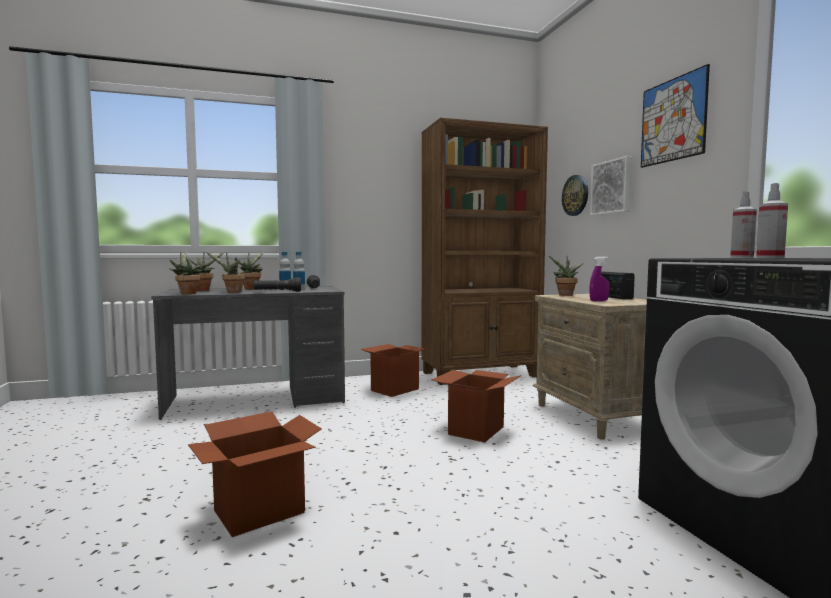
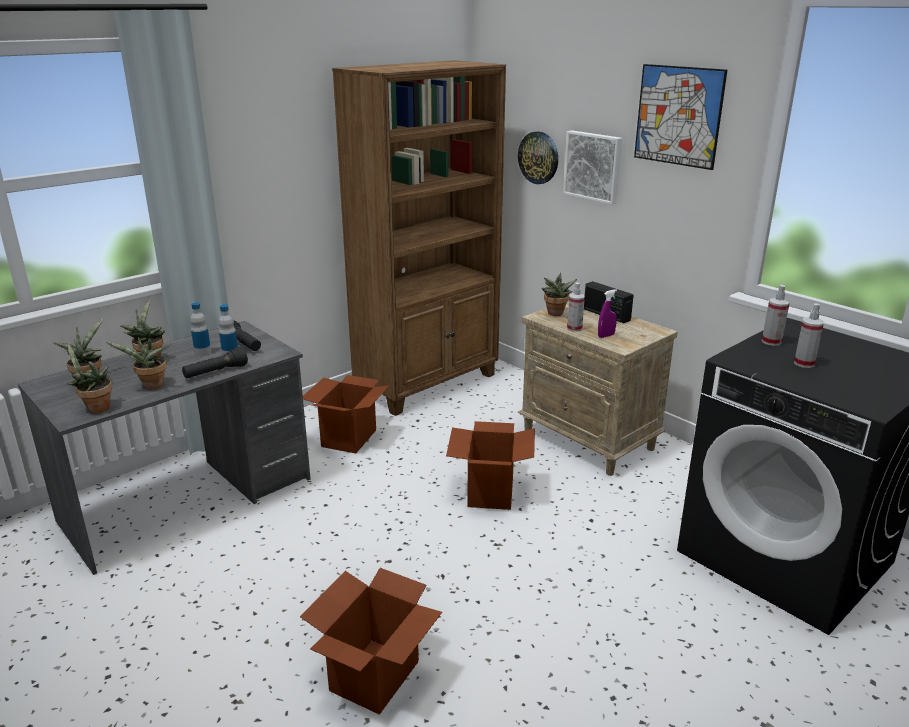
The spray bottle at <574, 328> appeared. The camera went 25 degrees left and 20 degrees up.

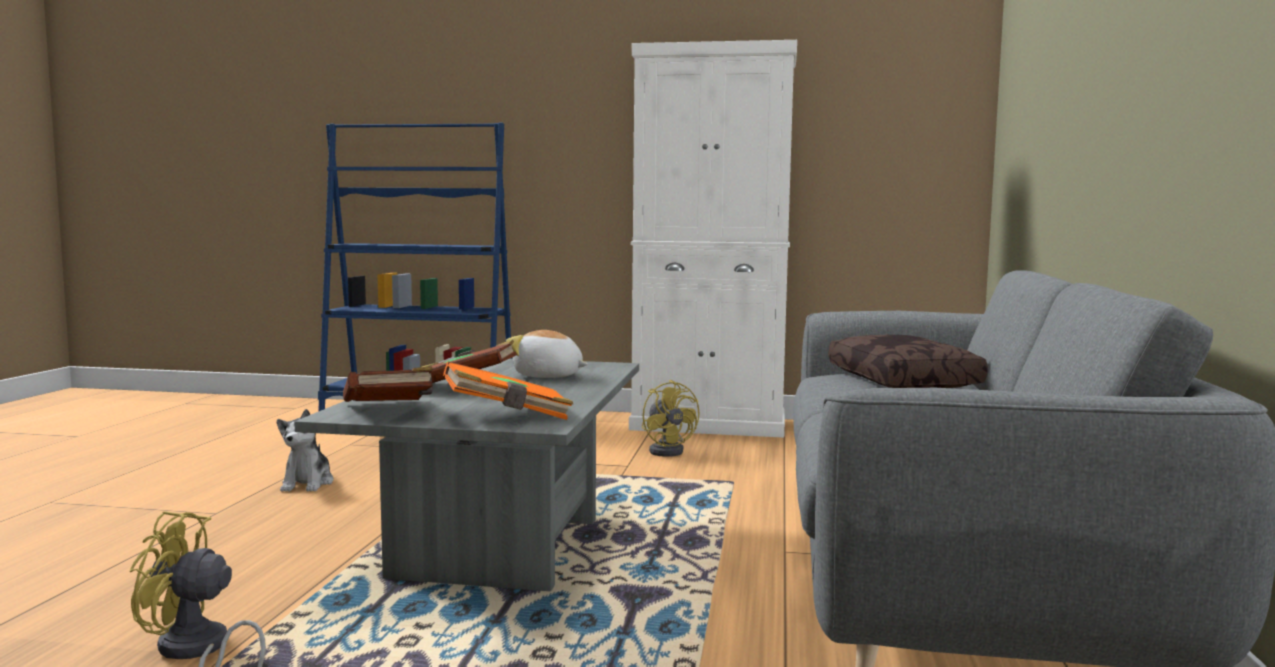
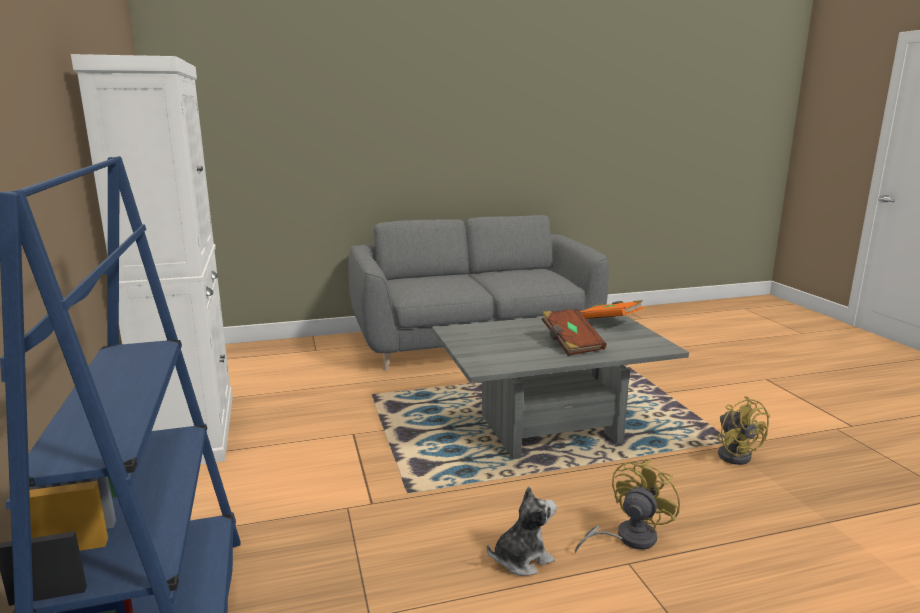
The plush toy at <548, 376> disappeared. The brown pillow at <904, 381> disappeared. The brown book at <390, 411> disappeared. The yellow fan moved from <669, 450> to <627, 538>. The camera went 115 degrees left and 10 degrees up.

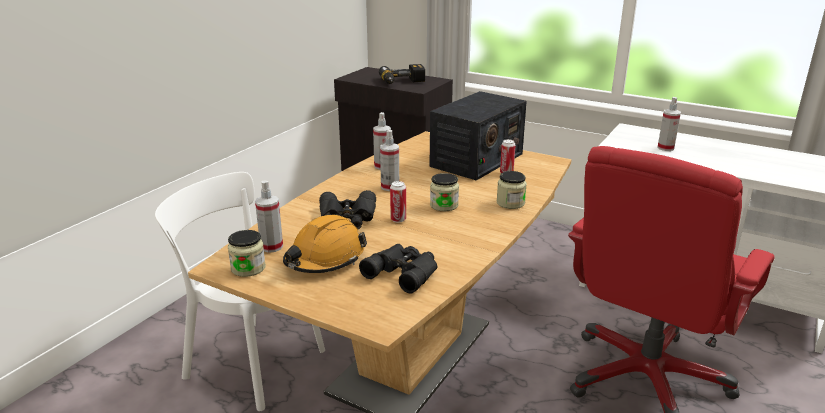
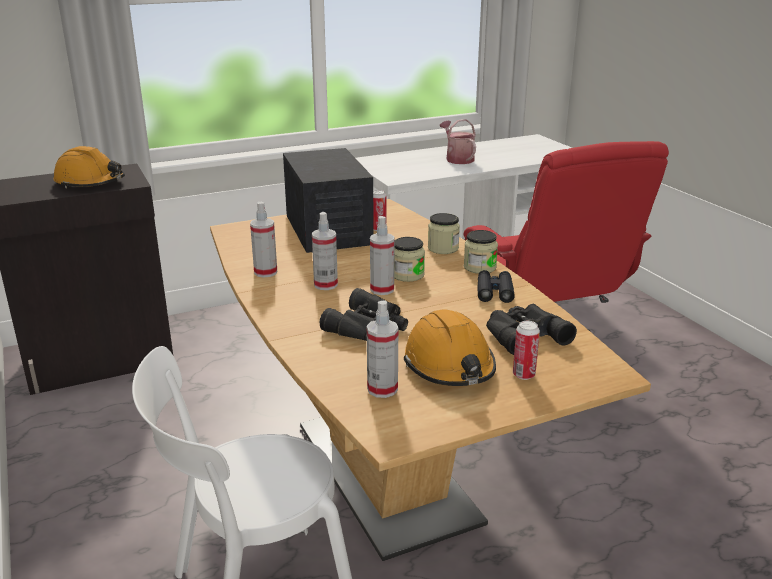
The power drill at <403, 82> was replaced by the orange hard hat at <90, 183>. The spray bottle moved from <665, 148> to <382, 289>. The can moved from <398, 219> to <523, 375>. The jar moved from <248, 268> to <479, 267>. The watering can at <457, 159> appeared. The black binoculars at <494, 292> appeared. The camera went 55 degrees left and 0 degrees up.

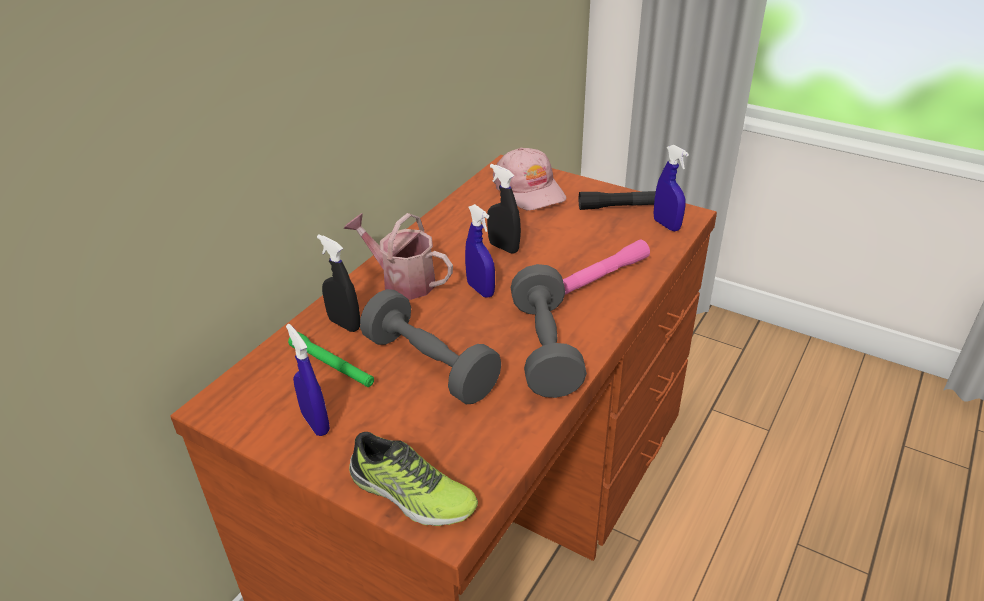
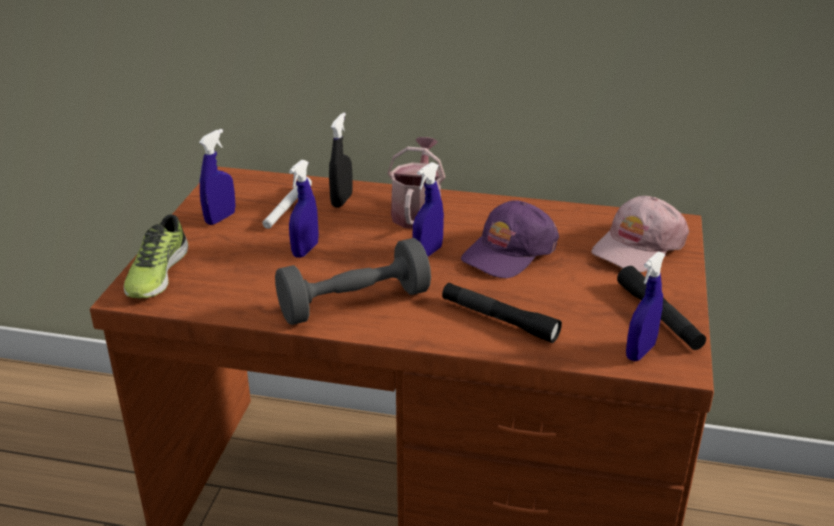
The black spray bottle at <503, 247> was replaced by the purple cap at <509, 251>. The pink flashlight at <603, 275> became the black flashlight at <499, 320>. The grey dumbbell at <430, 366> was replaced by the blue spray bottle at <305, 250>. The green flashlight at <332, 366> became the white flashlight at <287, 208>. The camera went 70 degrees right and 5 degrees down.

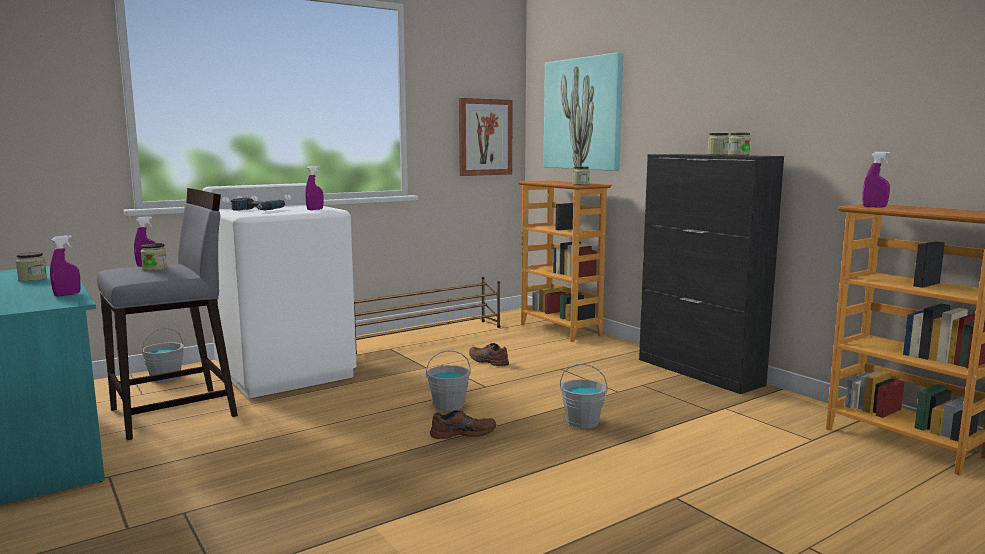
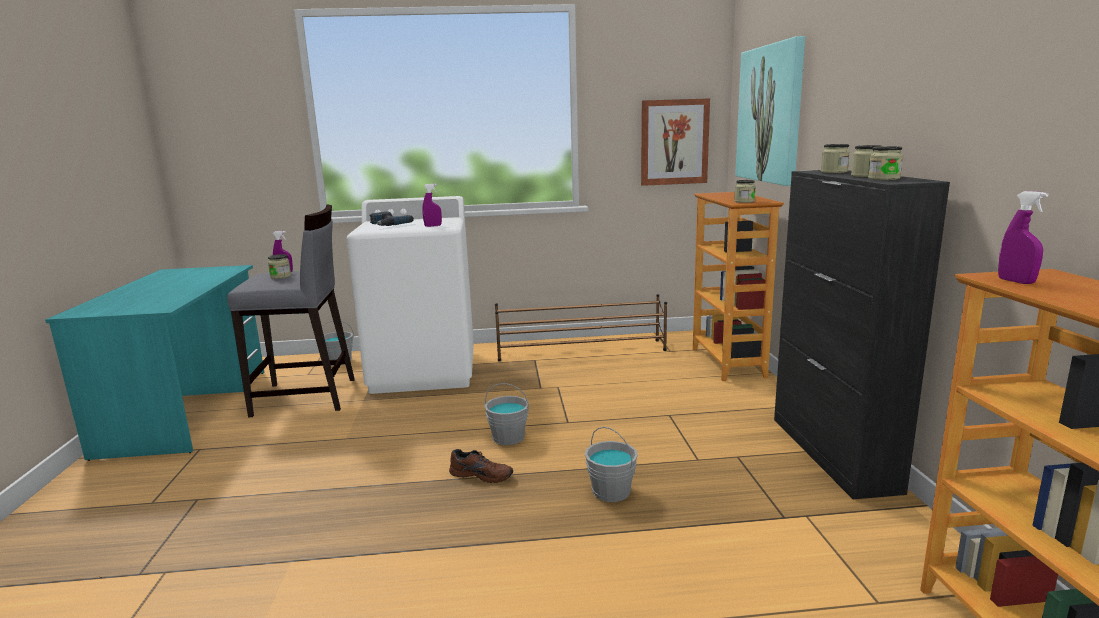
The purple spray bottle at <67, 295> disappeared. The jar moved from <32, 279> to <834, 172>. The brown shoe at <487, 361> disappeared. The camera went 30 degrees right and 5 degrees up.

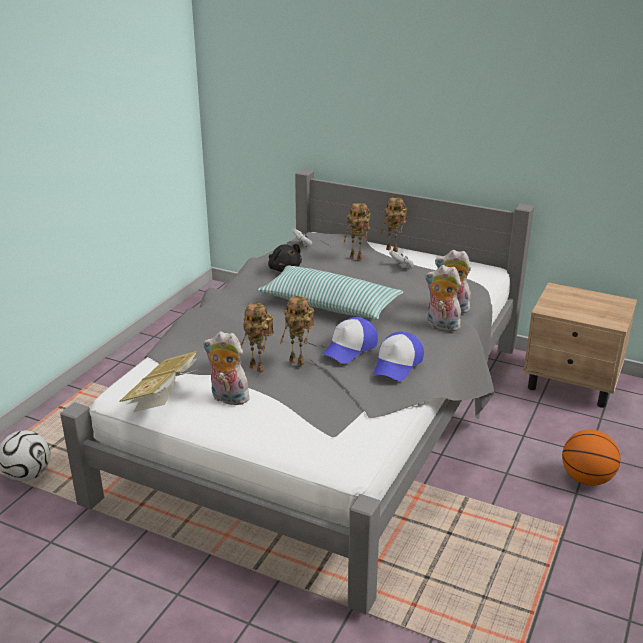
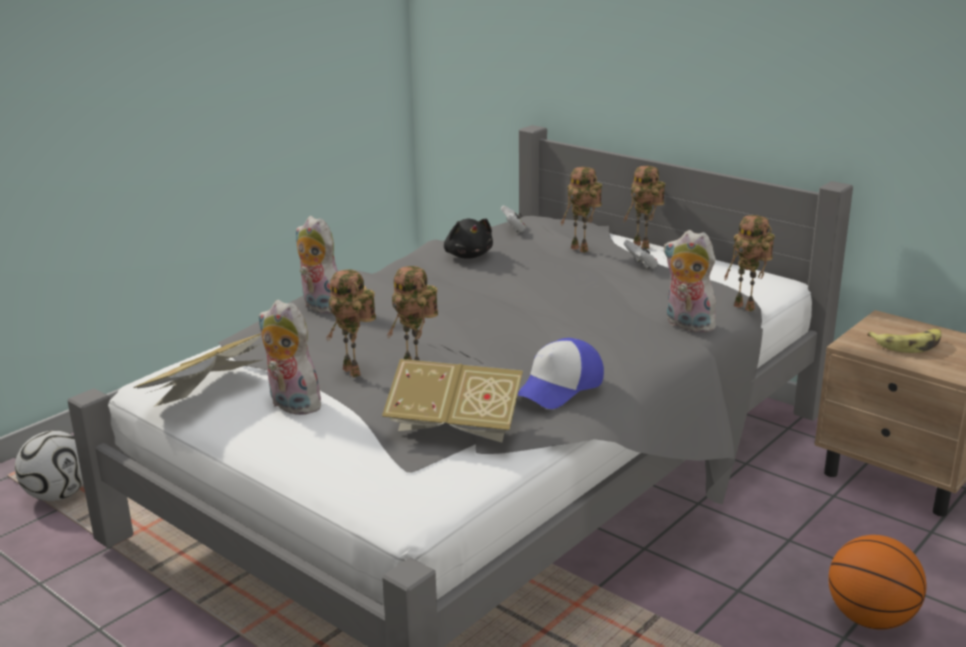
The pillow at <329, 304> disappeared. The plush toy moved from <441, 326> to <319, 306>. The cap at <350, 348> disappeared. The toy robot at <747, 307> appeared. The banana at <908, 345> appeared. The book at <455, 425> appeared. The camera went 15 degrees right and 5 degrees down.

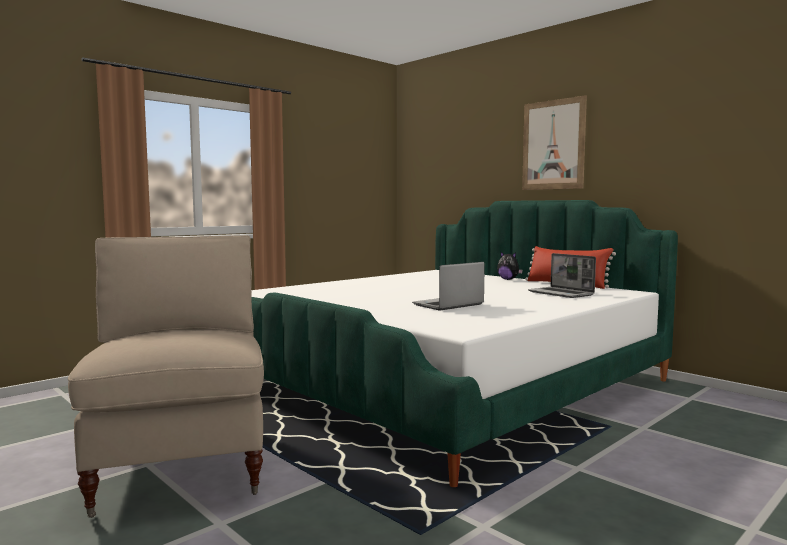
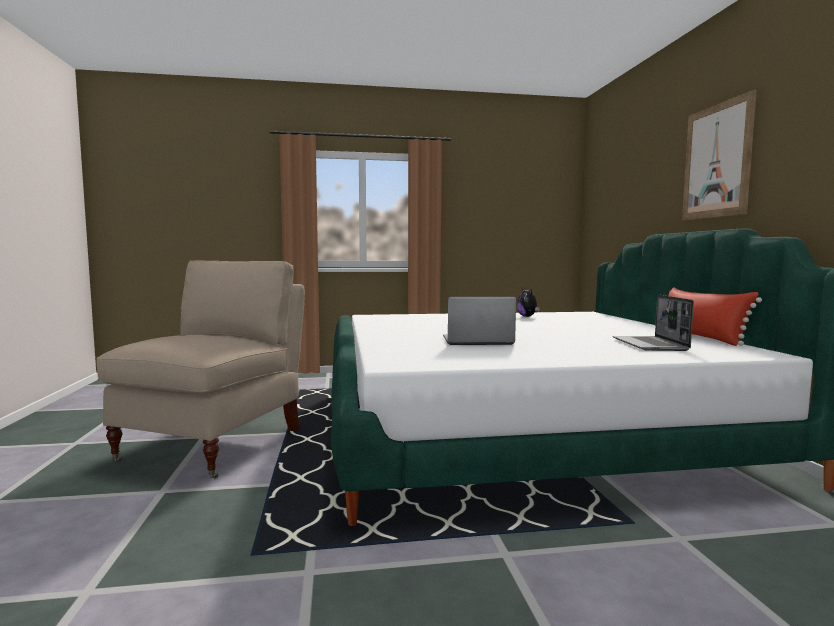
The plush toy moved from <508, 279> to <527, 316>. The camera went 35 degrees right and 0 degrees up.

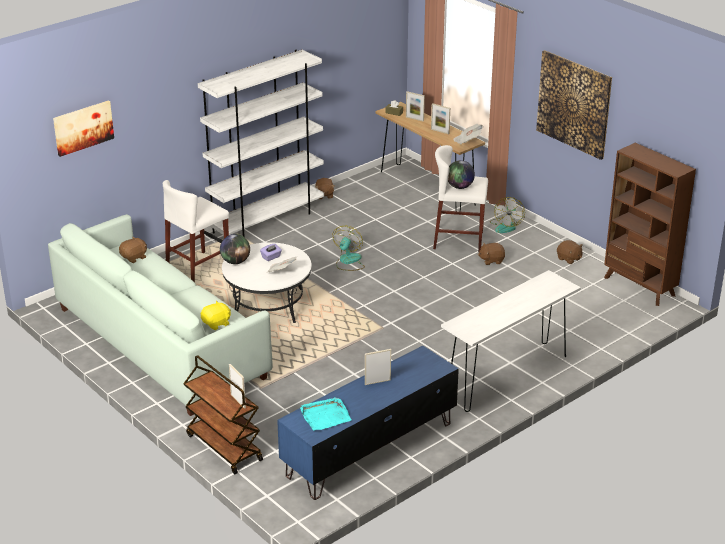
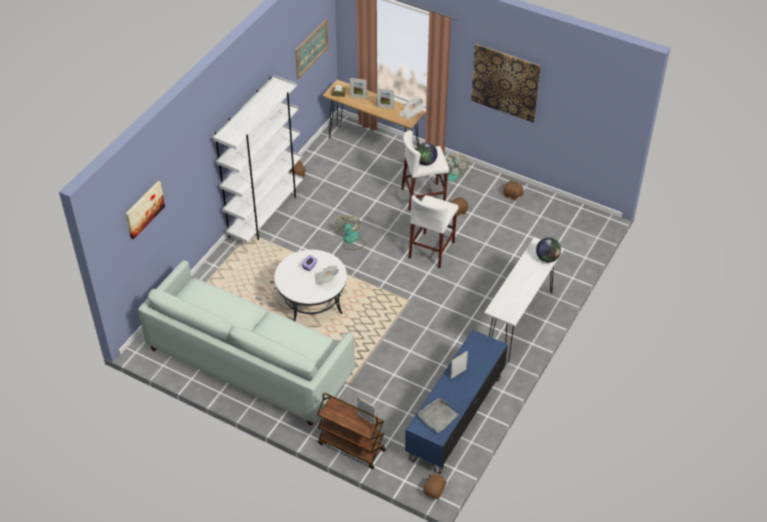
The brown bookcase at <639, 287> disappeared. The white stool moved from <198, 268> to <431, 250>. The globe moved from <235, 262> to <547, 258>. The brown plush toy moved from <134, 257> to <434, 491>. The yellow plush toy at <216, 324> disappeared. The turquoise tray at <325, 416> became the grey tray at <437, 416>. The picture at <311, 48> appeared. The camera went 20 degrees left and 15 degrees up.

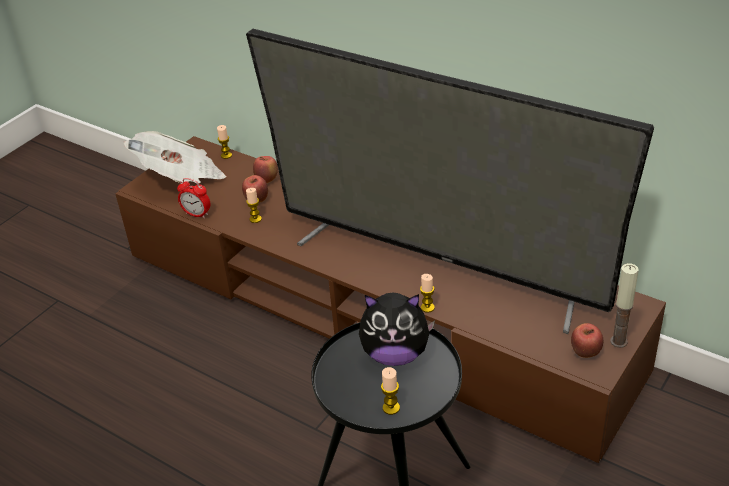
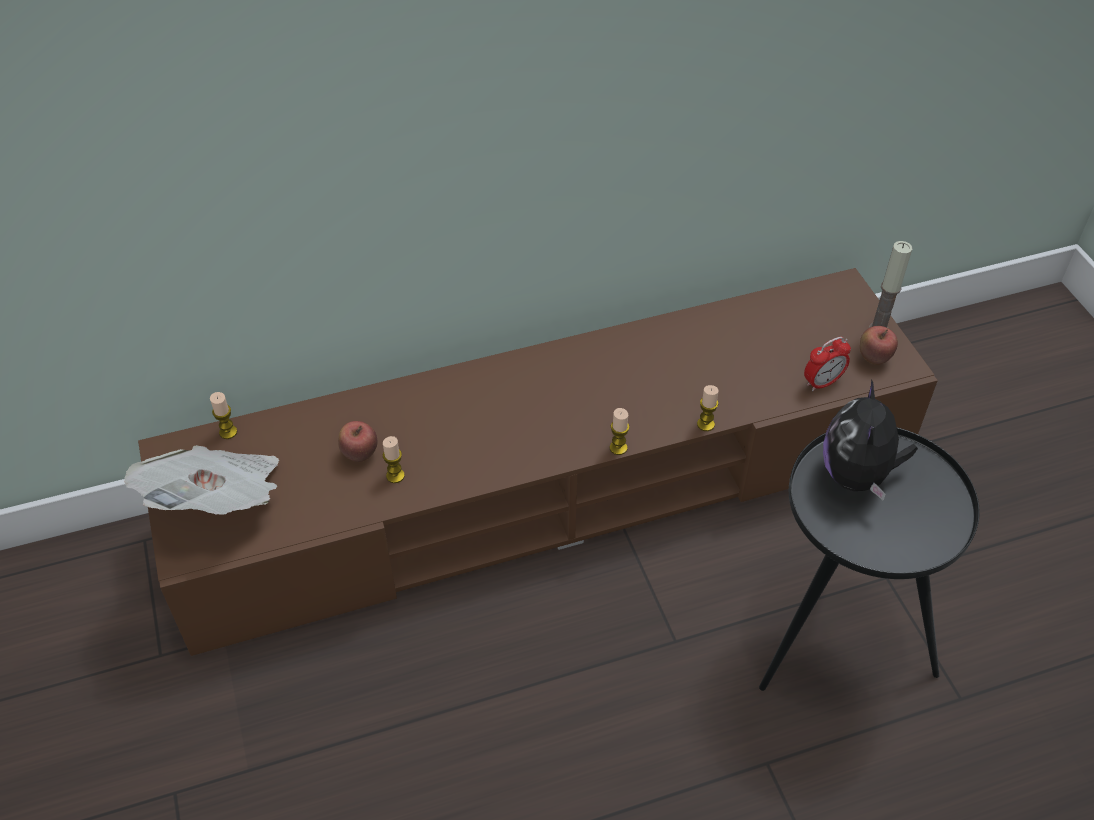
The television at <438, 265> disappeared. The apple at <267, 180> disappeared. The alarm clock moved from <197, 214> to <822, 382>. The plush toy at <395, 354> turned 150 degrees clockwise. The candle moved from <391, 408> to <618, 448>. The camera went 55 degrees left and 10 degrees up.

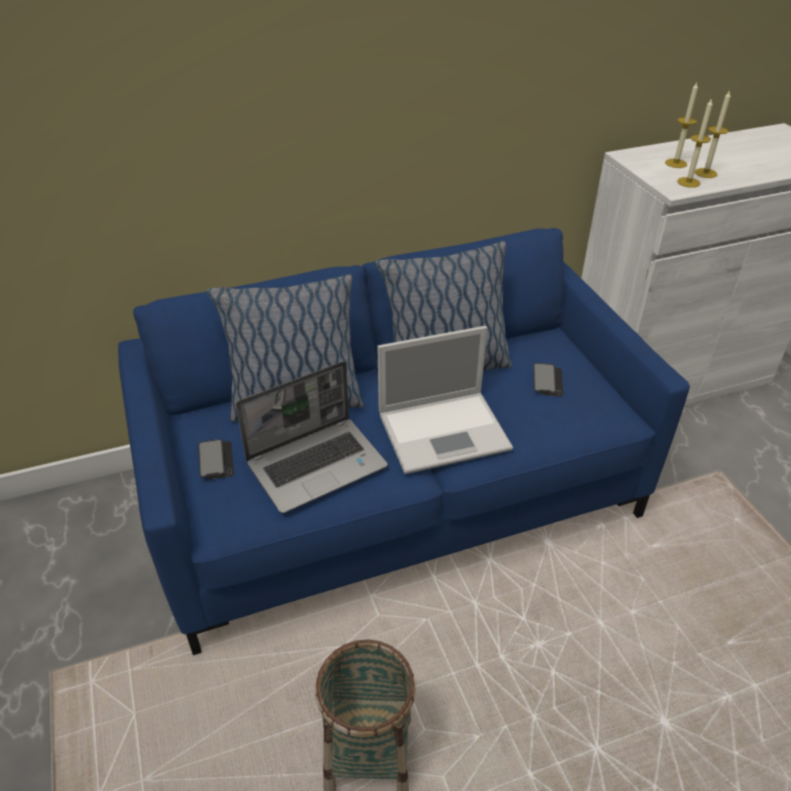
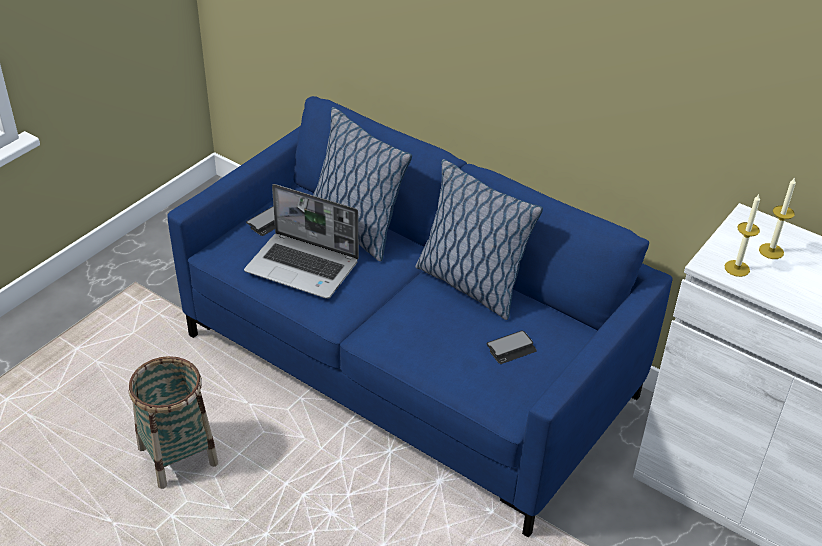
The candle at <705, 173> disappeared. The laptop at <446, 431> disappeared. The camera went 55 degrees right and 0 degrees up.

